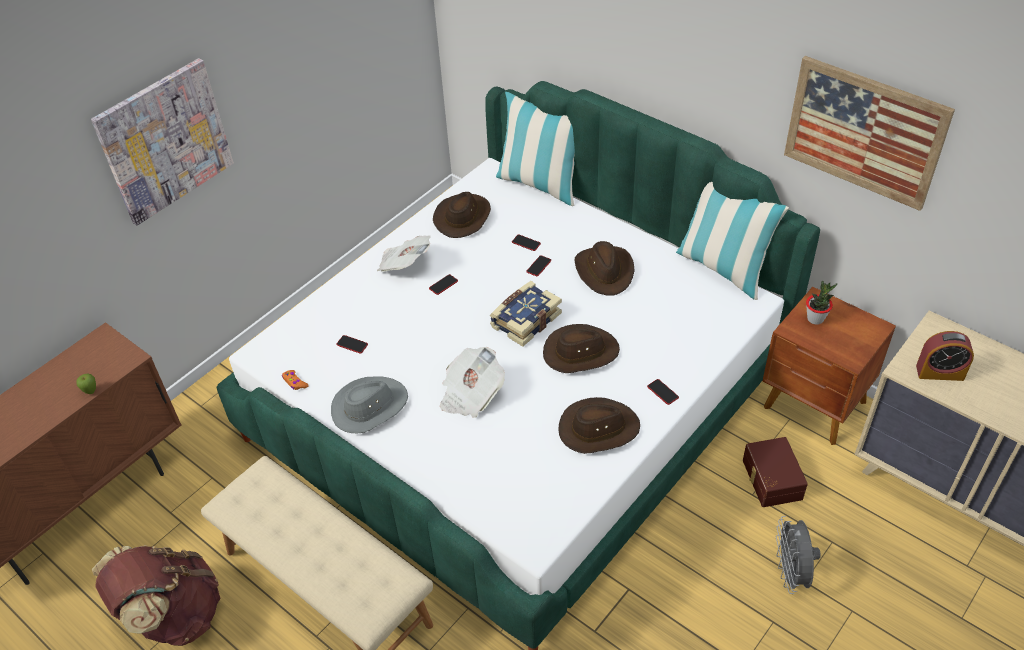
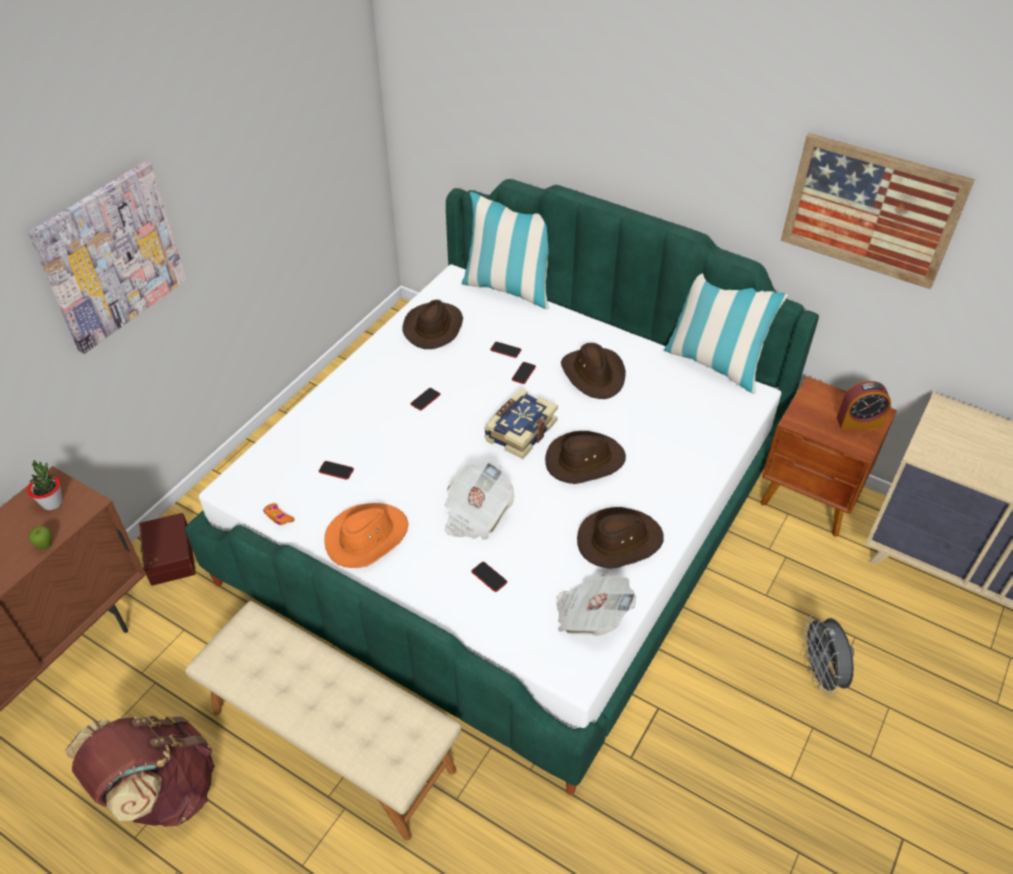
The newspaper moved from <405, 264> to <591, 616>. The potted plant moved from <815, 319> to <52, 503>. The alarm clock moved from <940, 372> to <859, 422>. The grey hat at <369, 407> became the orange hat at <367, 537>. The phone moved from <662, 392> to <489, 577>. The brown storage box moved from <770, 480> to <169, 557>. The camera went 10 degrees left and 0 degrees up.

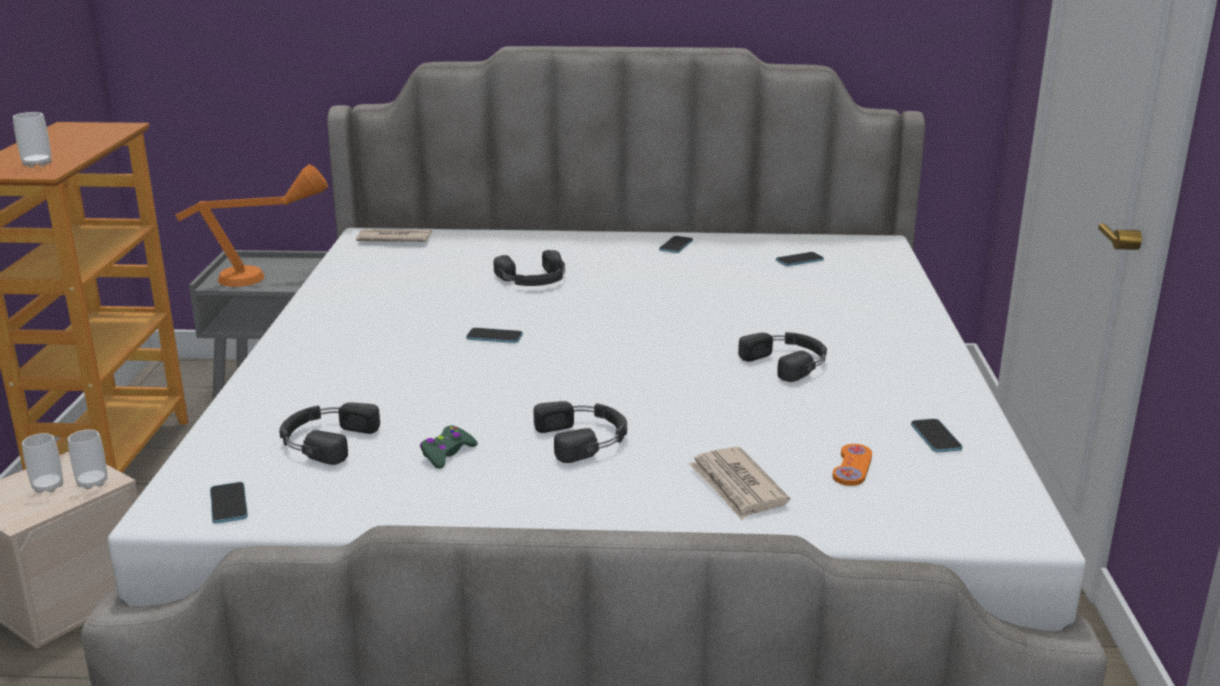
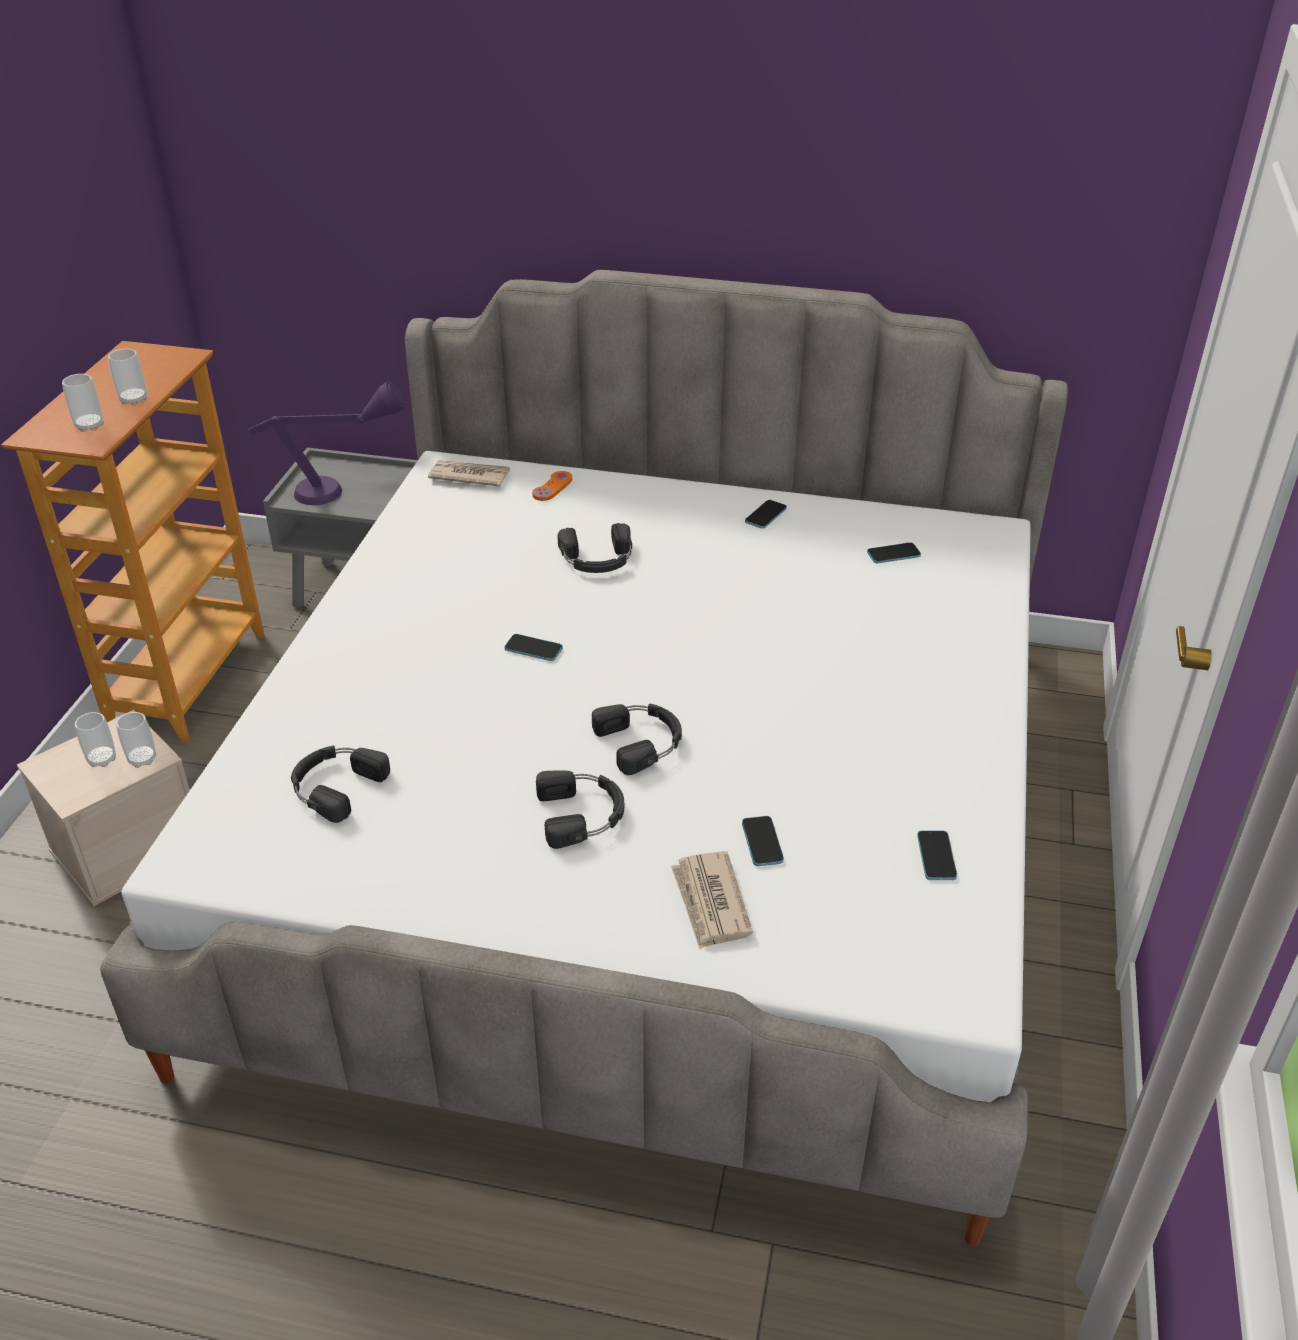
The orange table lamp at <266, 276> became the purple table lamp at <343, 491>. The black headphones moved from <788, 362> to <642, 741>. The green game controller at <447, 453> disappeared. The orange game controller moved from <852, 467> to <552, 487>. The phone moved from <229, 505> to <762, 842>. The cup at <133, 400> appeared. The camera went 10 degrees right and 15 degrees up.

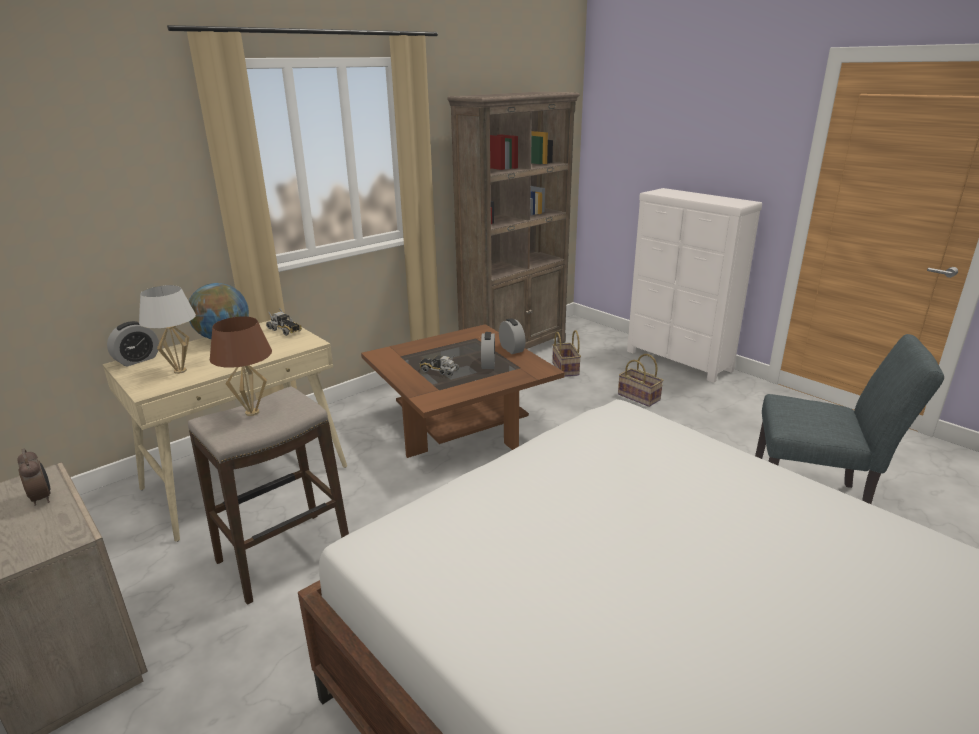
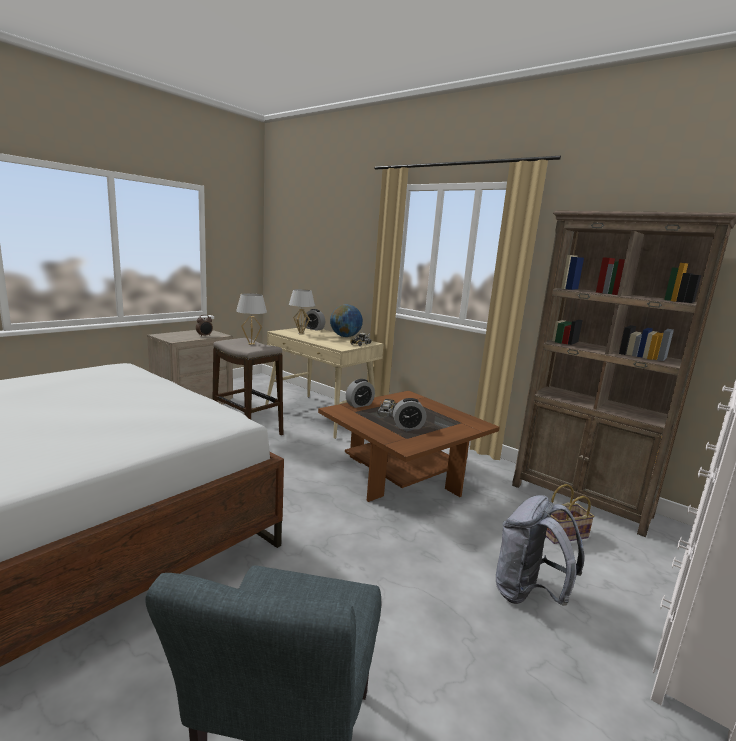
The brown table lamp at <252, 412> became the white table lamp at <251, 344>. The alarm clock moved from <511, 349> to <359, 405>. The basket at <640, 397> was replaced by the grey backpack at <528, 594>. The camera went 80 degrees right and 10 degrees down.

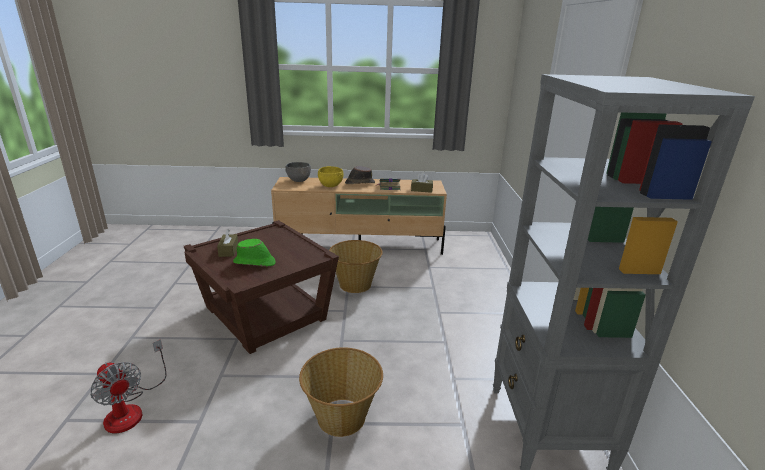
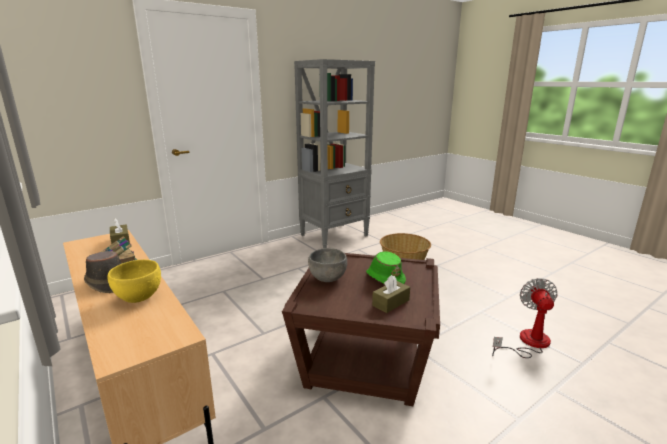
The grey bowl moved from <299, 180> to <327, 278>. The basket at <355, 284> disappeared. The camera went 125 degrees left and 5 degrees down.

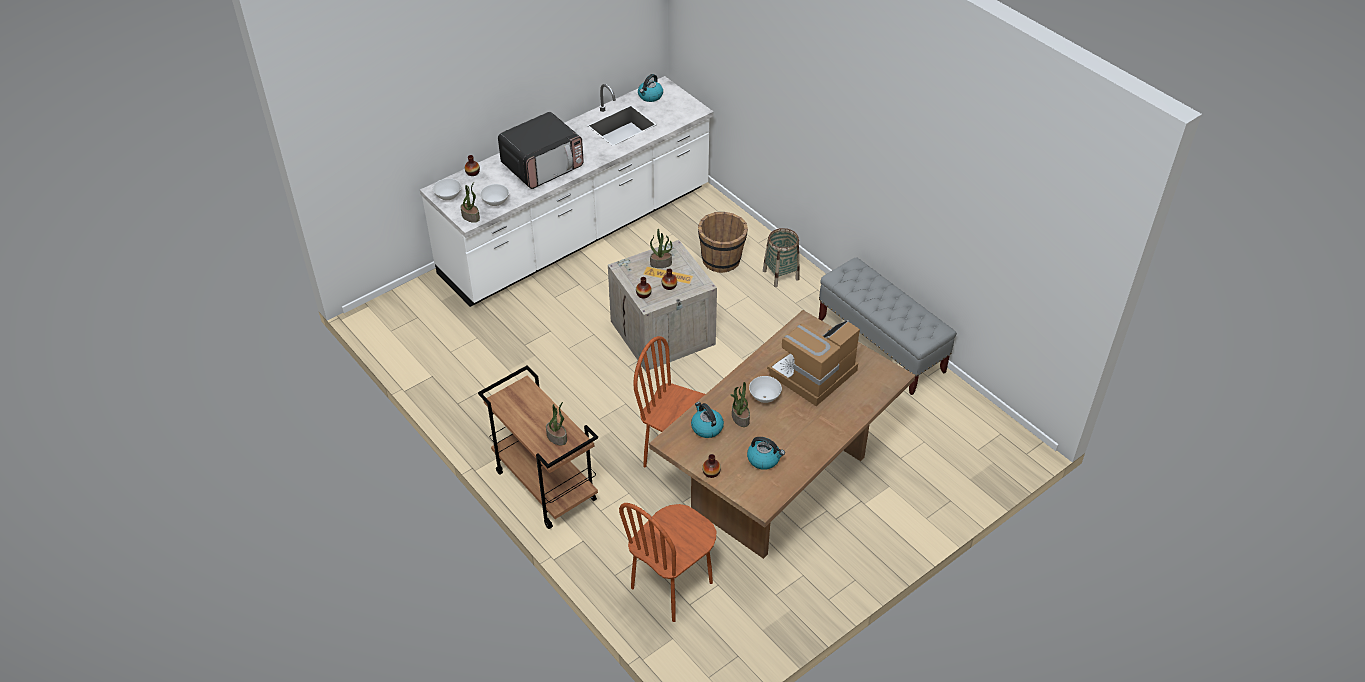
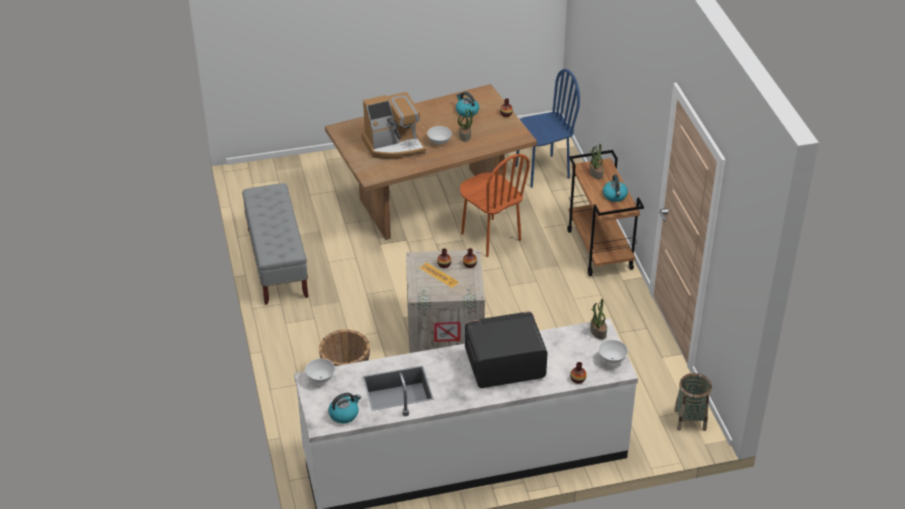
The white bowl moved from <496, 203> to <320, 379>. The basket moved from <780, 275> to <690, 420>. The potted plant at <661, 263> disappeared. The kettle moved from <706, 427> to <615, 196>. The brown chair at <672, 586> became the blue chair at <542, 171>. The camera went 155 degrees left and 5 degrees down.

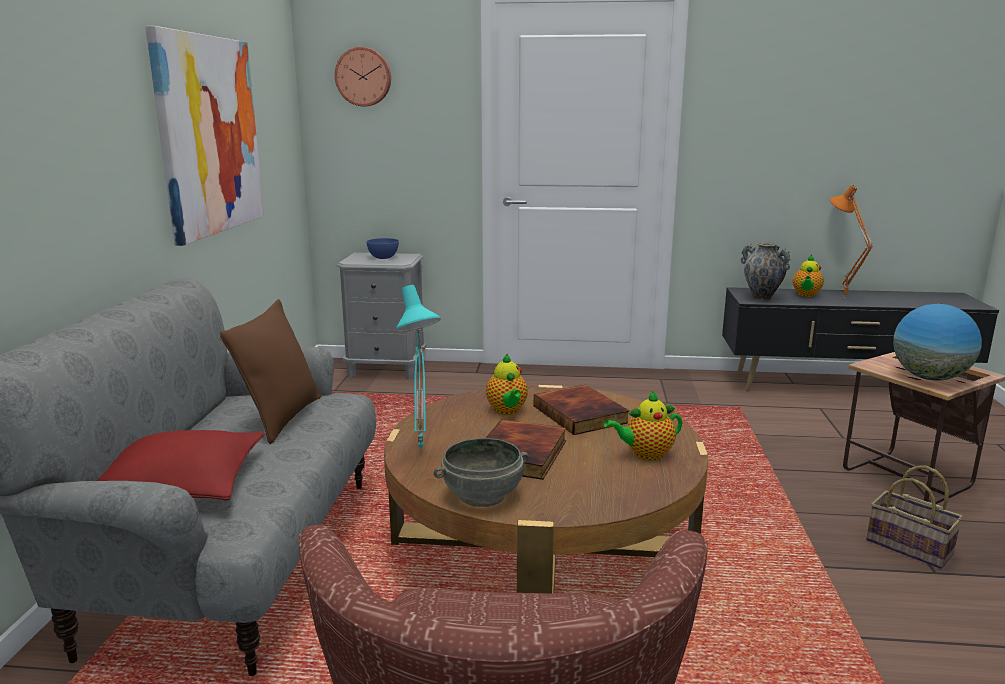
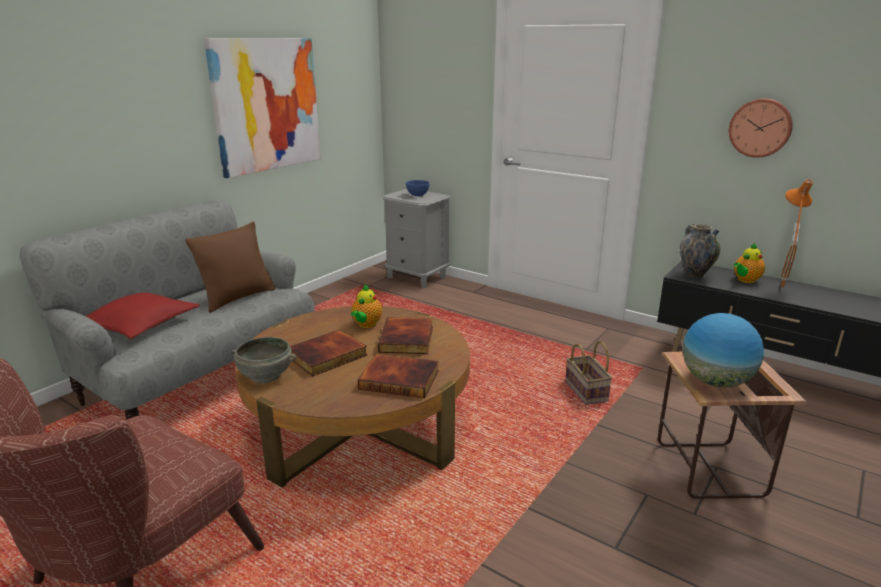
The wall clock moved from <363, 77> to <760, 128>. The turquoise table lamp at <424, 450> disappeared. The teapot at <645, 454> was replaced by the book at <400, 379>. The basket moved from <911, 547> to <587, 392>. The camera went 30 degrees right and 5 degrees up.

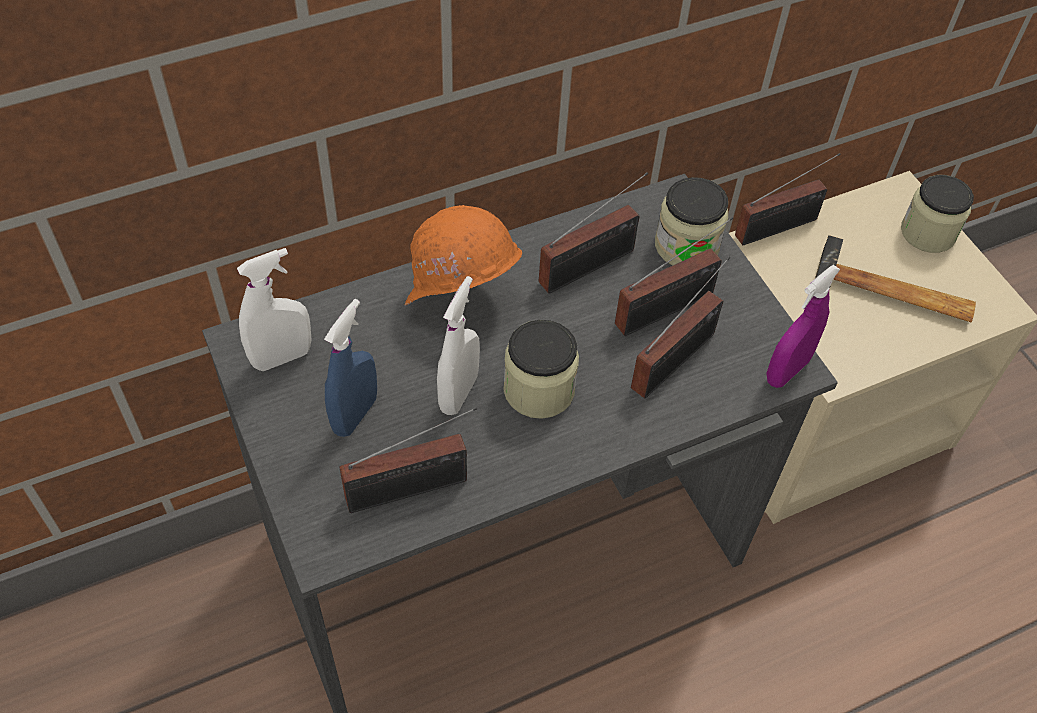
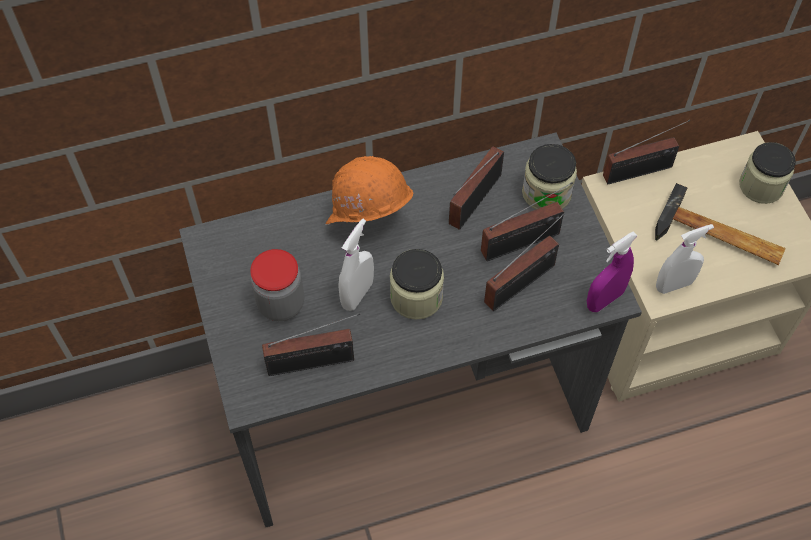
The radio at <592, 265> turned 150 degrees clockwise. The white spray bottle moved from <282, 357> to <674, 285>. The blue spray bottle at <355, 415> was replaced by the jar at <281, 304>. The camera went 10 degrees right and 5 degrees up.

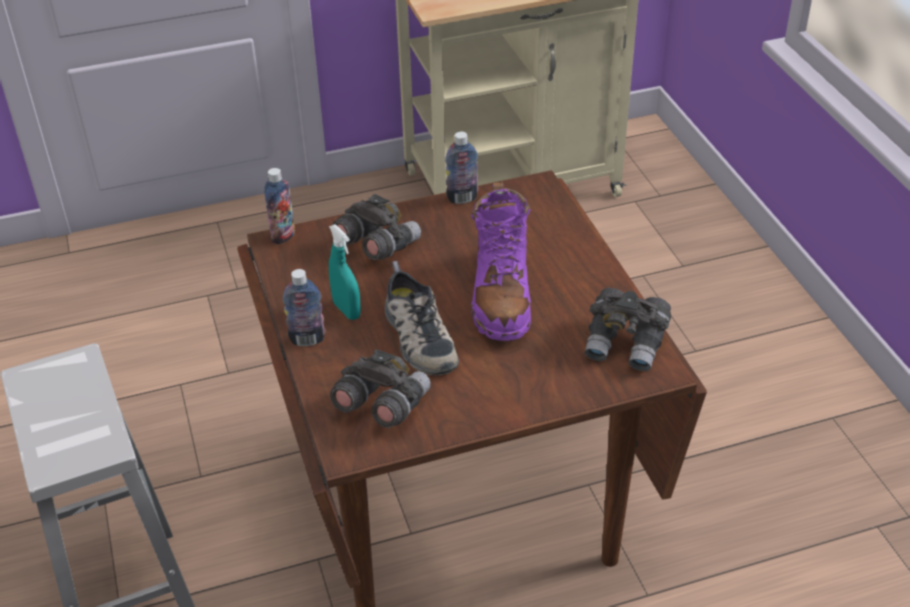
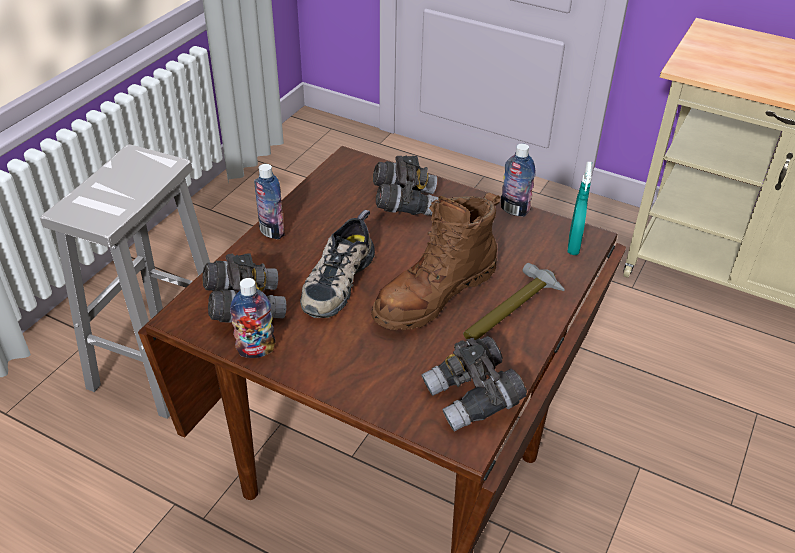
The bottle moved from <283, 236> to <256, 350>. The purple boot at <501, 296> became the brown boot at <435, 294>. The turquoise spray bottle moved from <346, 310> to <573, 245>. The hammer at <510, 311> appeared. The camera went 45 degrees right and 0 degrees up.

